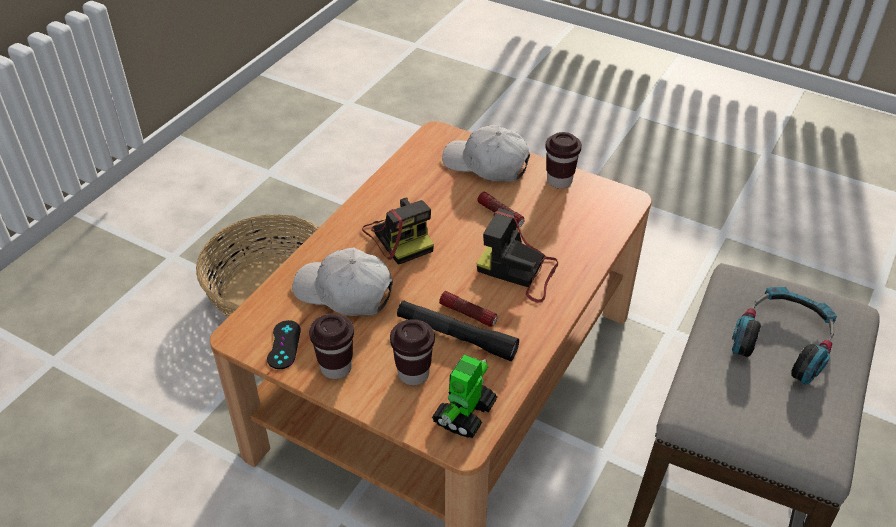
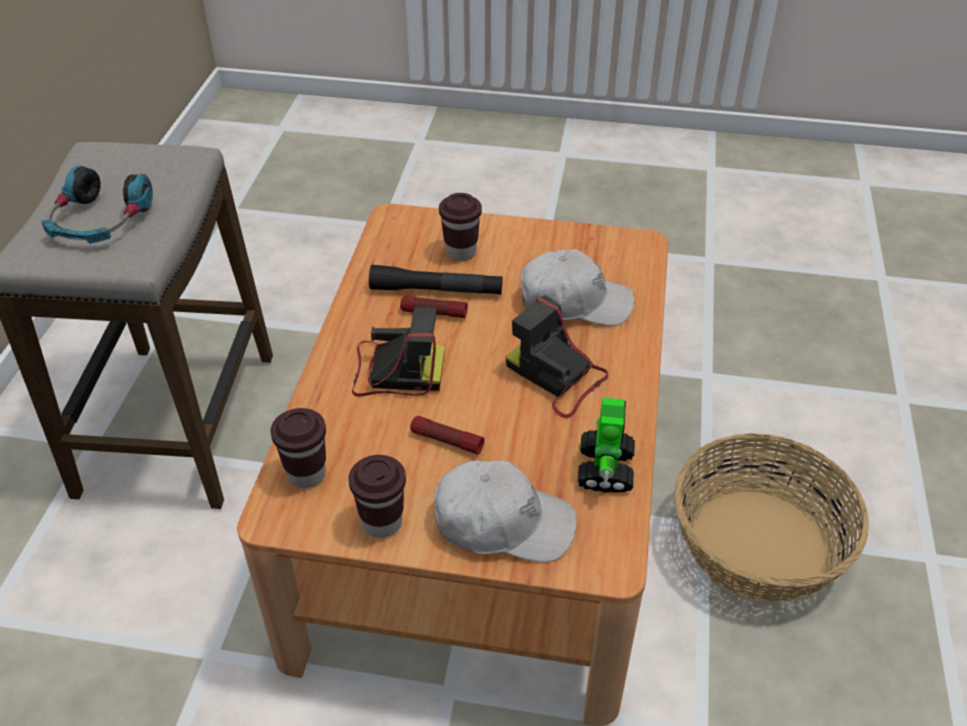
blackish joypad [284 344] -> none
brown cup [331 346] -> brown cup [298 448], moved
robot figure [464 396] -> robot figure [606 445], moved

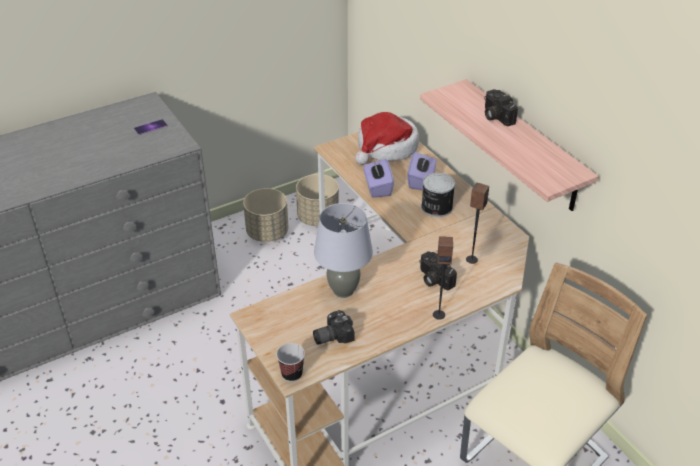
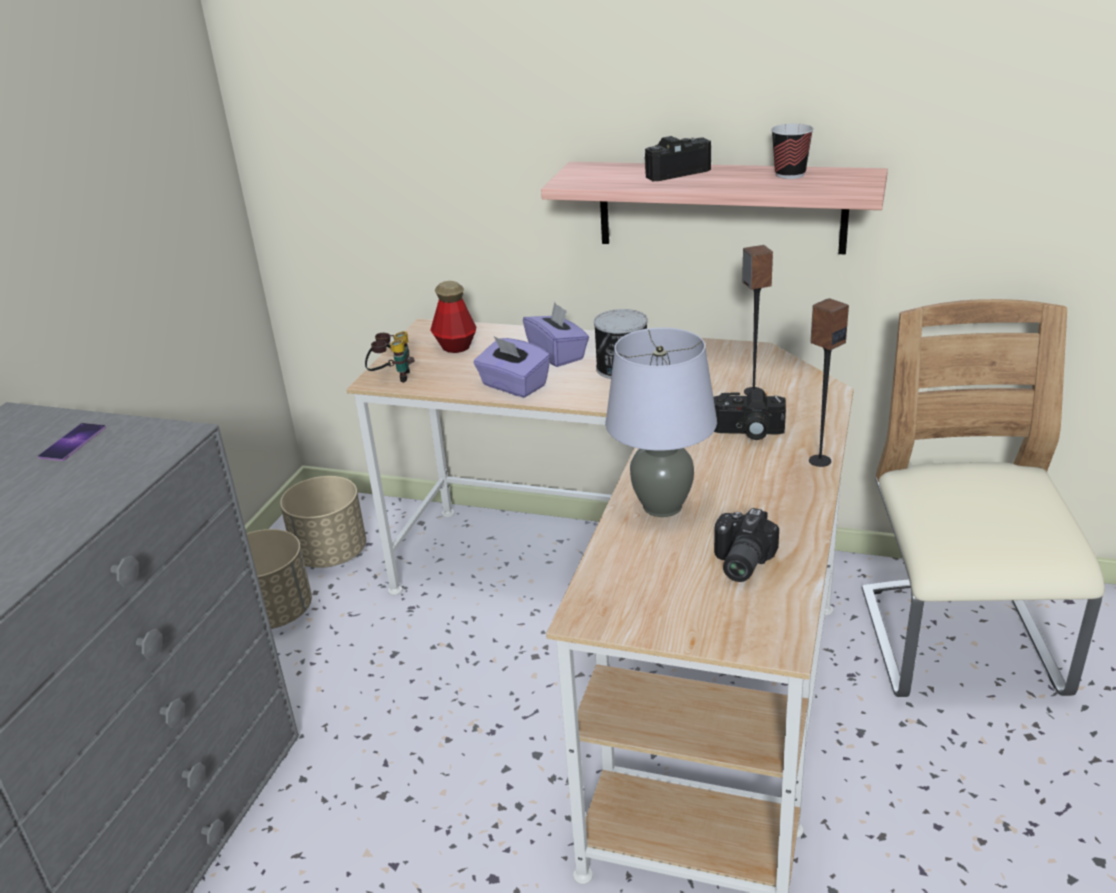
cup [290 362] -> cup [792 151], moved
hat [387 138] -> drink bottle [453 317]
photo camera [501 107] -> photo camera [678 158], 135 degrees clockwise
none -> pair of binoculars [390 357]

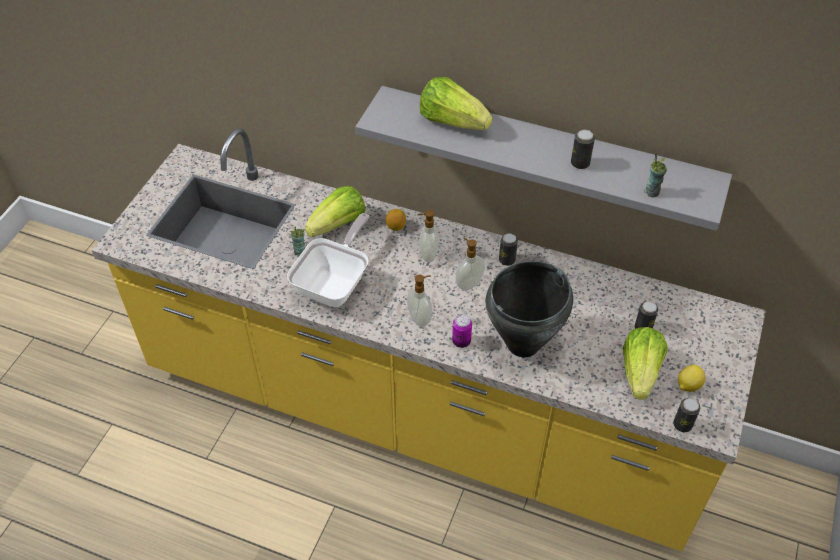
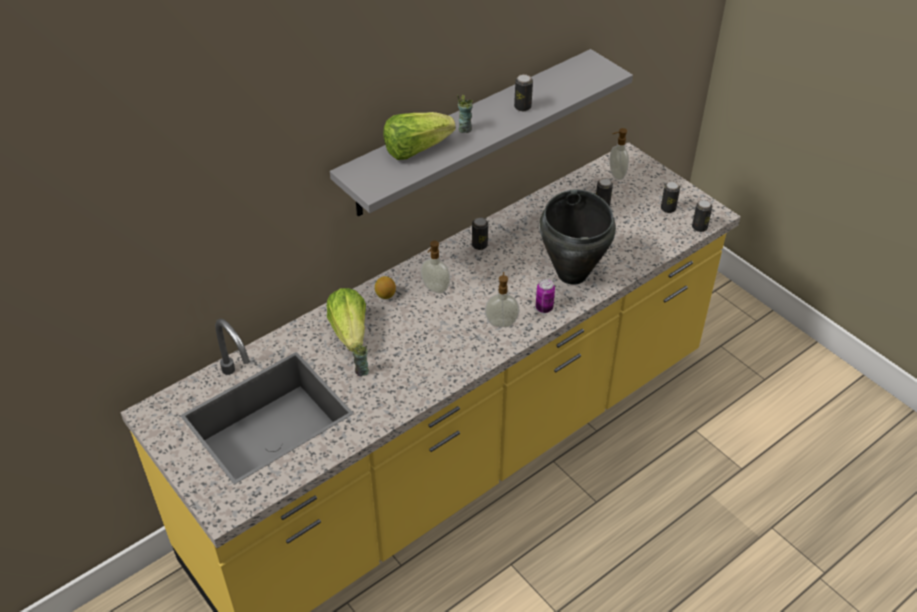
pan [328 260] -> none
liquid soap bottle [470 264] -> liquid soap bottle [619 154], moved
lettuce [645 363] -> none
cup [655 175] -> cup [465 113], moved
whole lemon [691 378] -> sealed can [670 197]

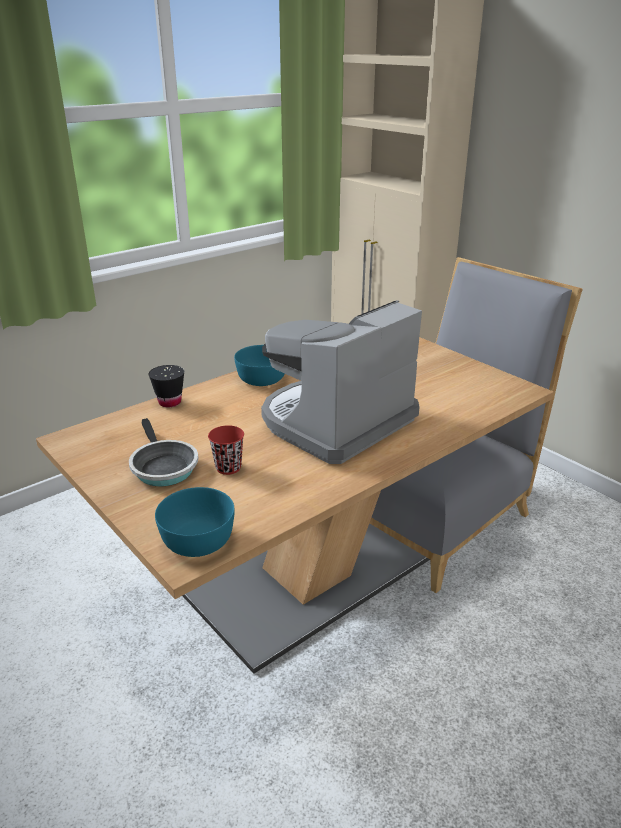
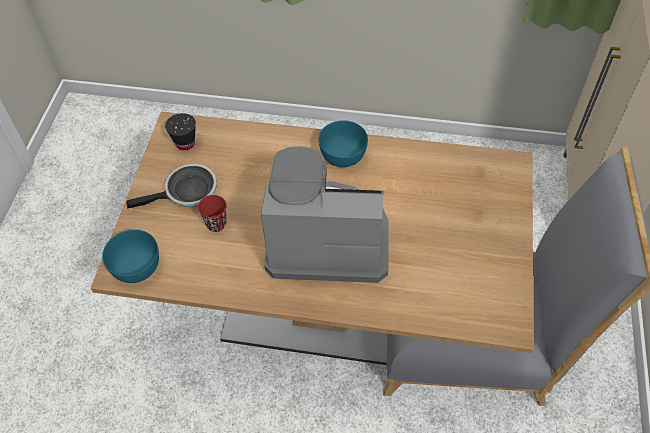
pan [163 452] -> pan [171 186], 135 degrees counterclockwise
blackish cup [166 386] -> blackish cup [180 132], moved

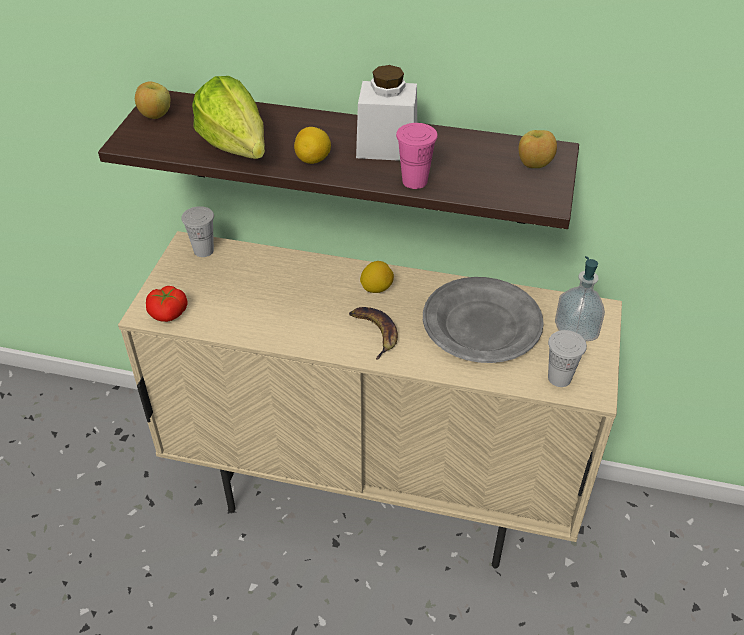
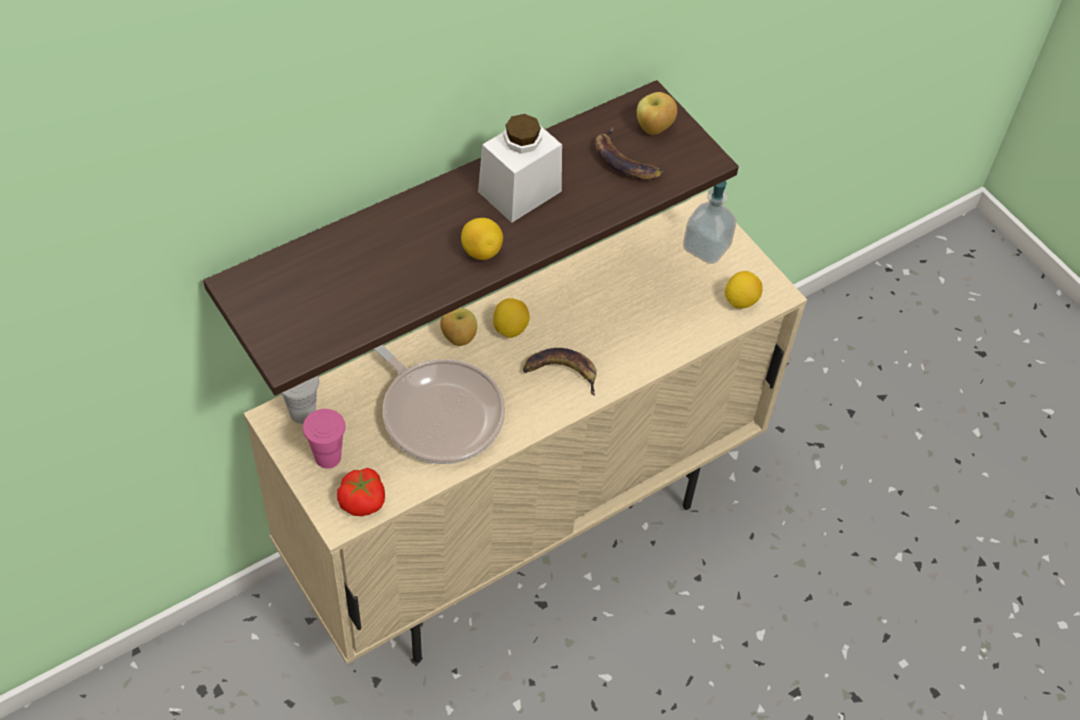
apple [153 100] -> apple [458 327], moved
lettuce [228 117] -> none
pink-coloured cup [417 156] -> pink-coloured cup [324 438], moved
gray plate [483 320] -> none
white-coloured cup [567 358] -> whole lemon [744 290]
none -> pan [439 404]
none -> banana fruit [629 153]

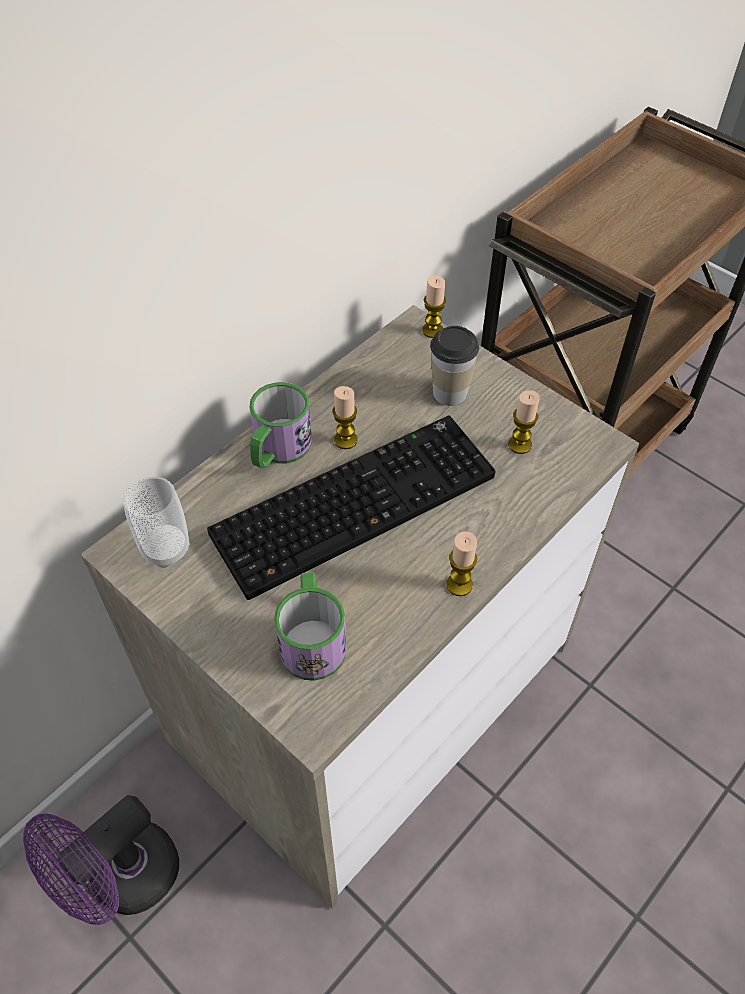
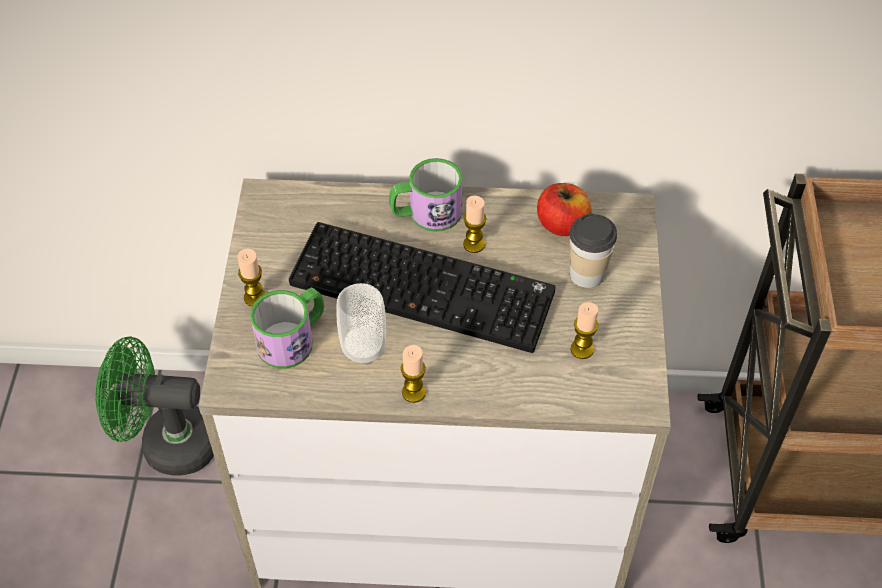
purplish fan [101 860] -> green fan [154 406]
cup [156 522] -> cup [361 324], moved
wax candle [434 306] -> wax candle [251 277], moved
none -> apple [564 209]

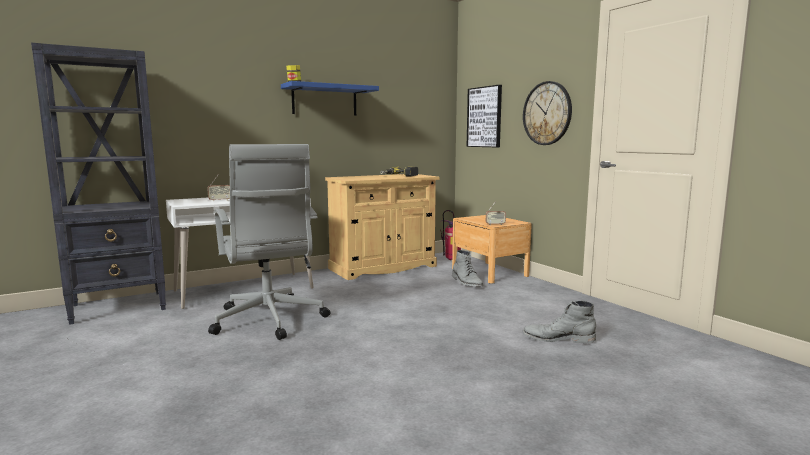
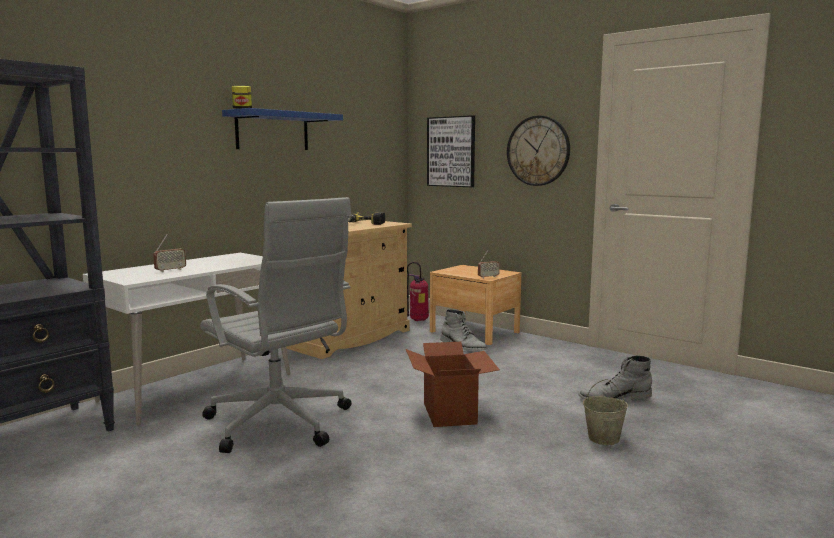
none -> carton [453 384]
none -> beige water bucket [605 412]

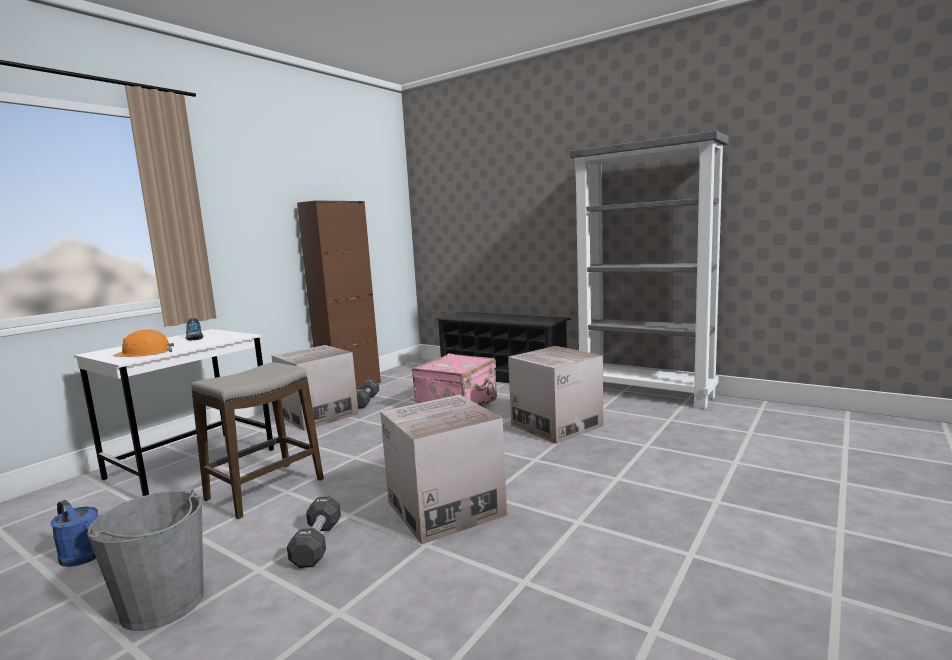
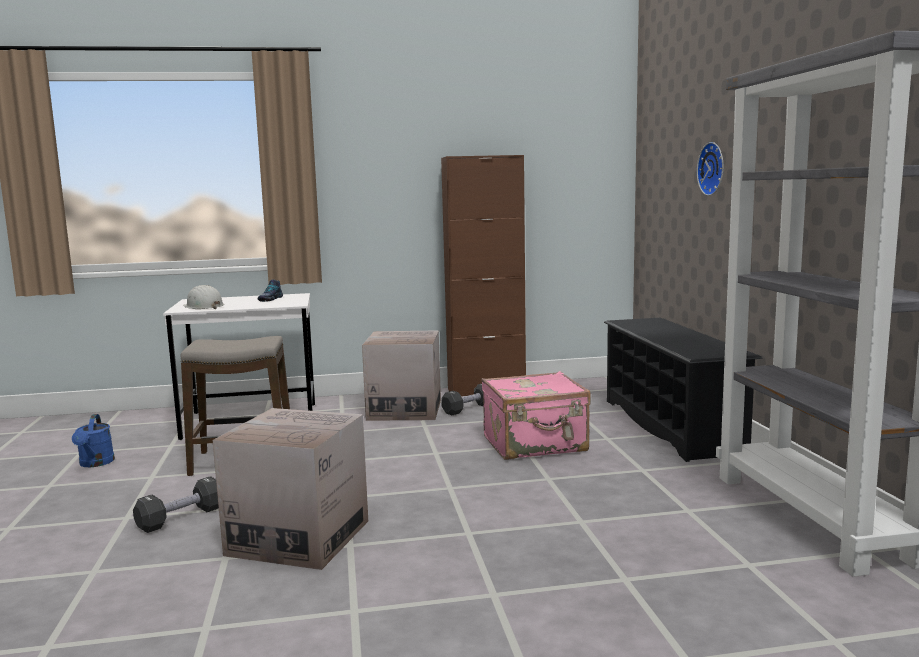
gray water bucket [145 560] -> none
orange-coloured hard hat [143 343] -> white-coloured hard hat [203 297]
carton [555 395] -> none
none -> wall clock [710 169]

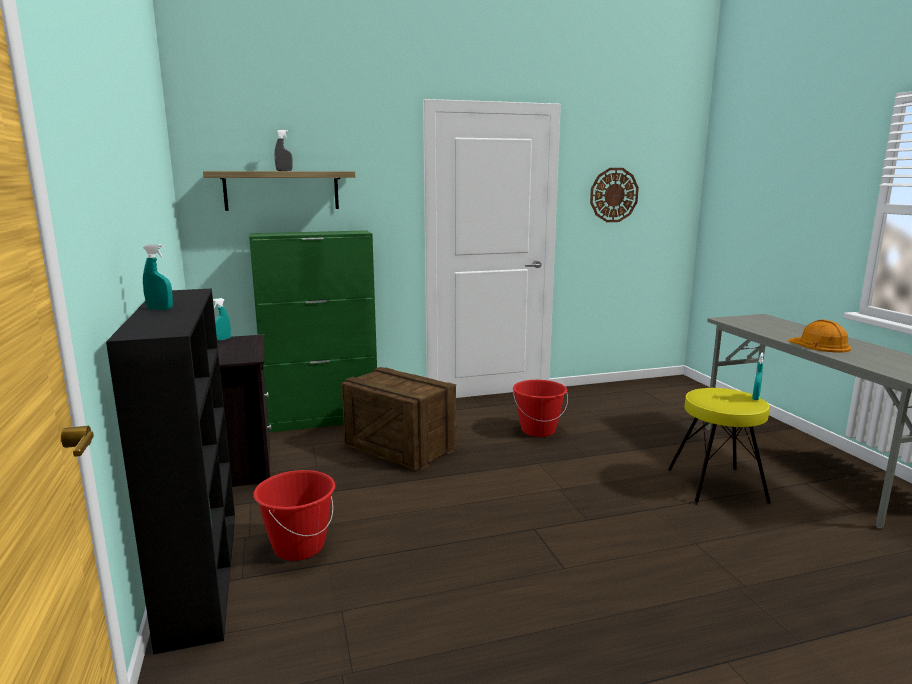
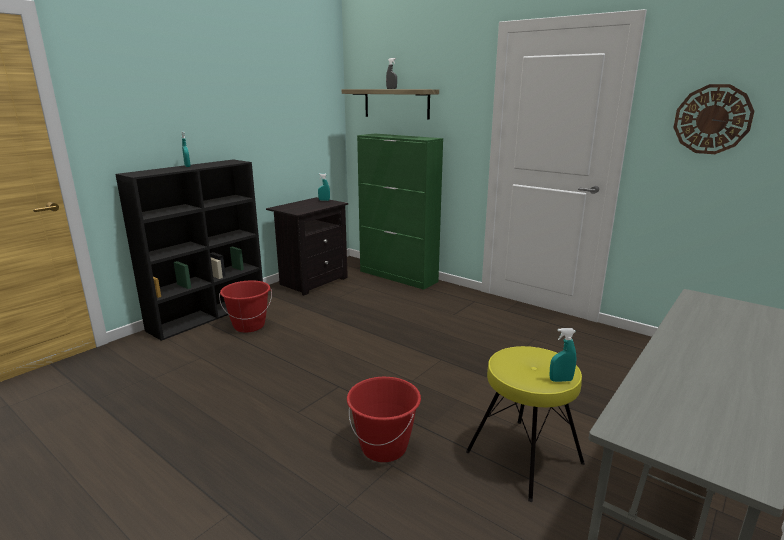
crate [398 418] -> none
red water bucket [540 408] -> red water bucket [384 419], moved
orange-coloured hard hat [819 336] -> none

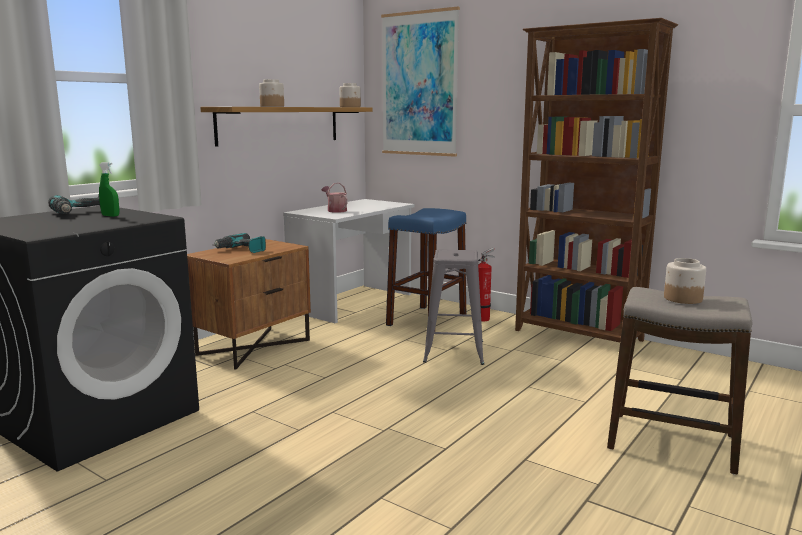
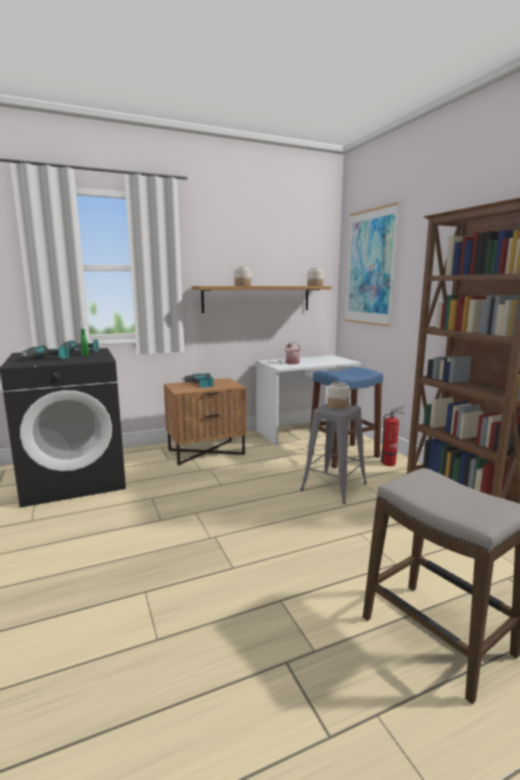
storage jar [685 281] -> storage jar [338 395], moved
none -> power drill [45 352]

